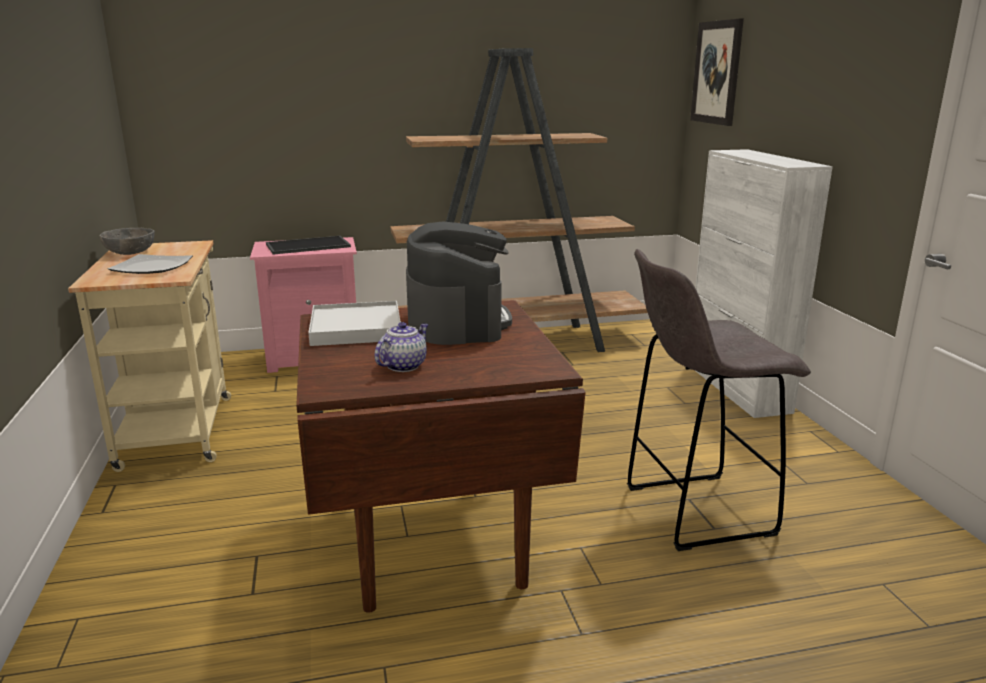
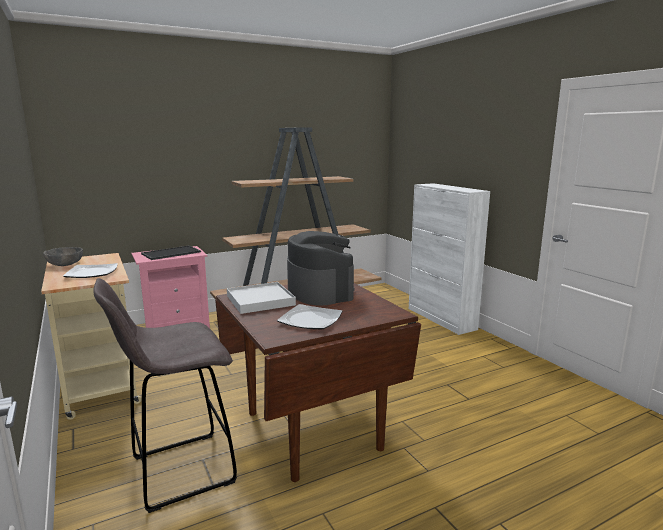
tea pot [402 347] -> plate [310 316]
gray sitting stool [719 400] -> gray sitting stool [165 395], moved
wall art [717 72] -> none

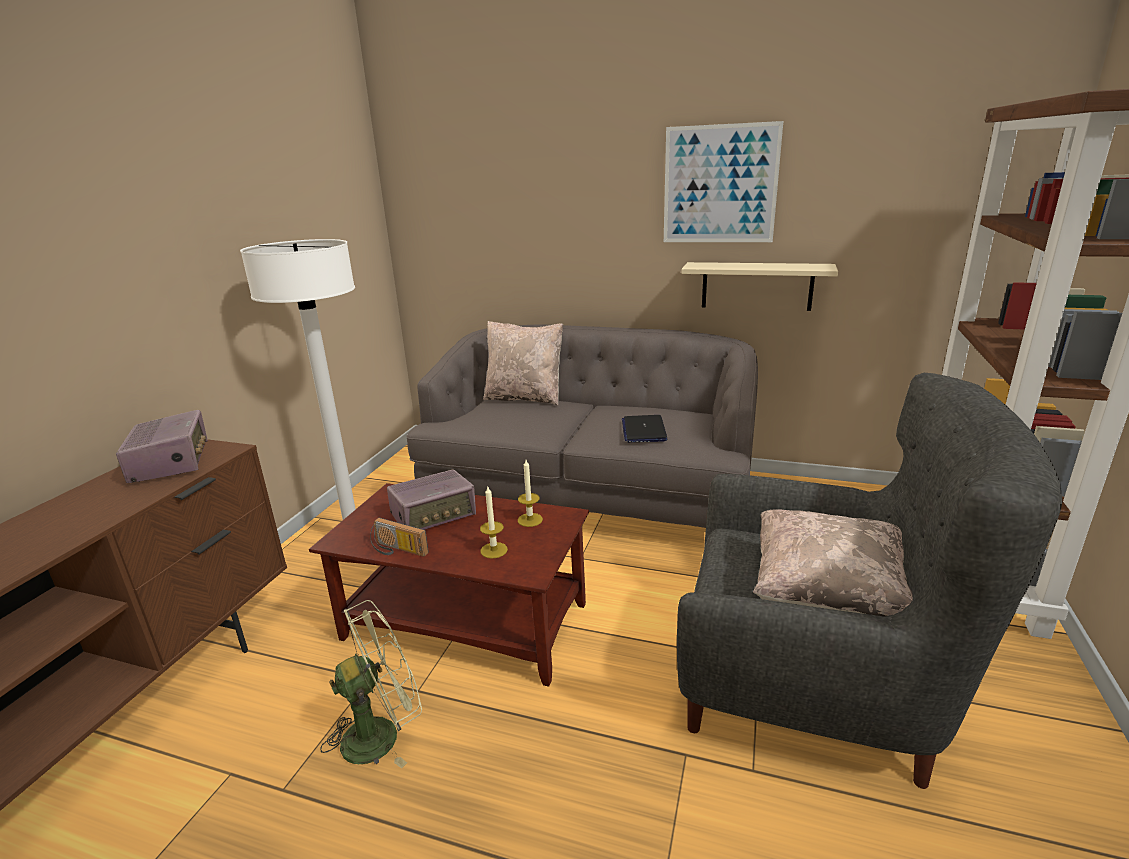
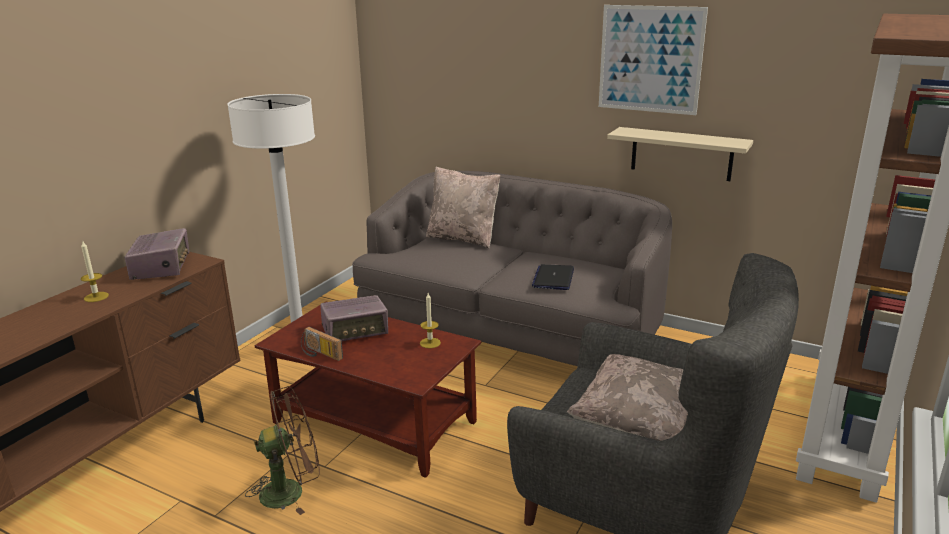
green fan [371 684] -> brown fan [282 450]
wax candle [494 523] -> wax candle [95 271], moved

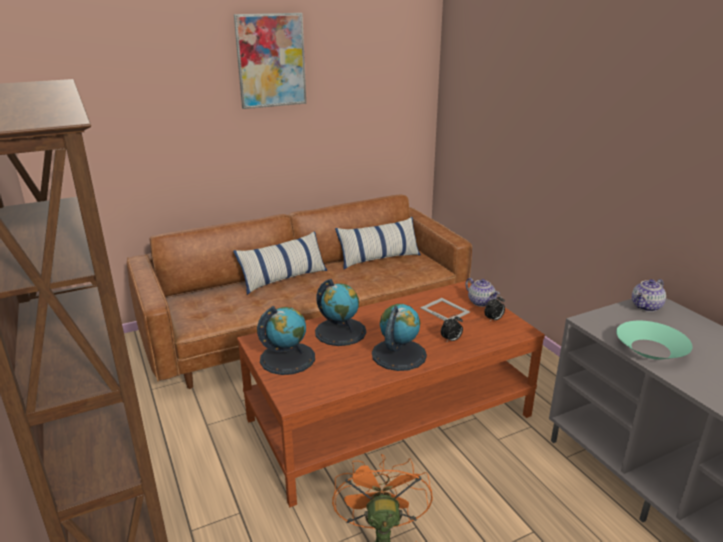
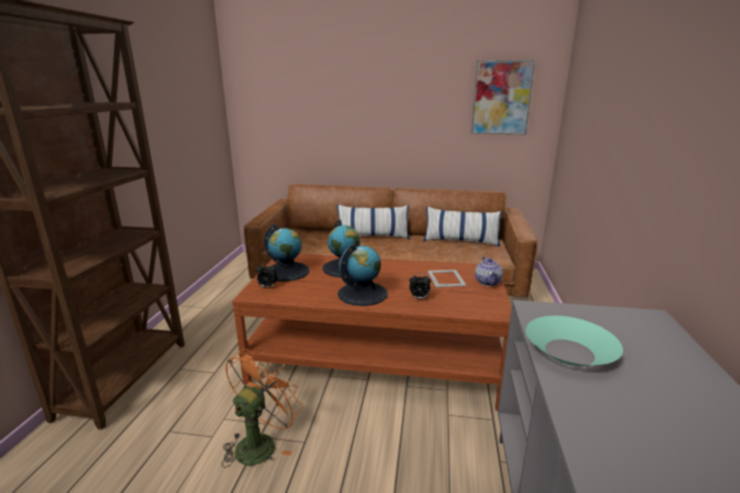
wall art [270 61] -> wall art [503 97], moved
alarm clock [494 308] -> alarm clock [267 275], moved
tea pot [649 295] -> none

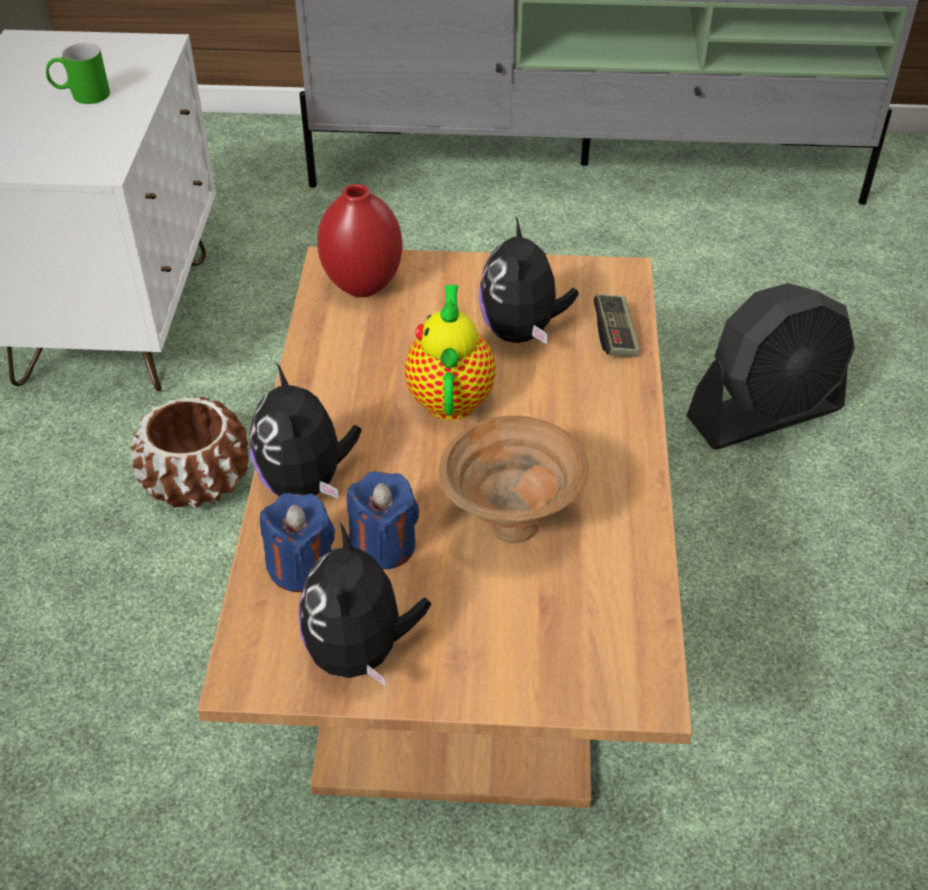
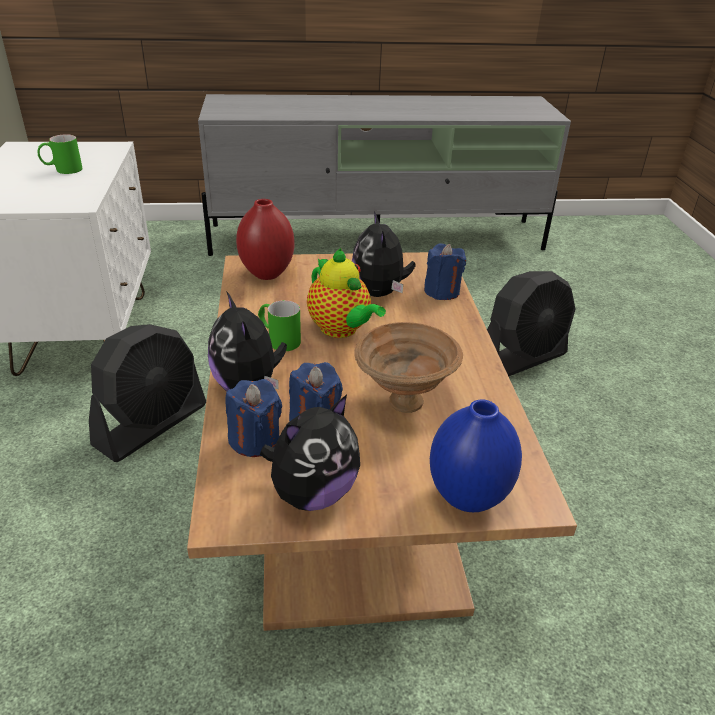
brown plant pot [189 452] -> blackish fan [147 393]
soft toy [365 604] -> soft toy [310 453], 120 degrees counterclockwise
tea pot [450 352] -> tea pot [346 293], 150 degrees clockwise
joypad [617 325] -> blue-coloured wax candle [445 272]
none -> green coffee mug [279 325]
none -> blue-coloured flower vase [476 456]

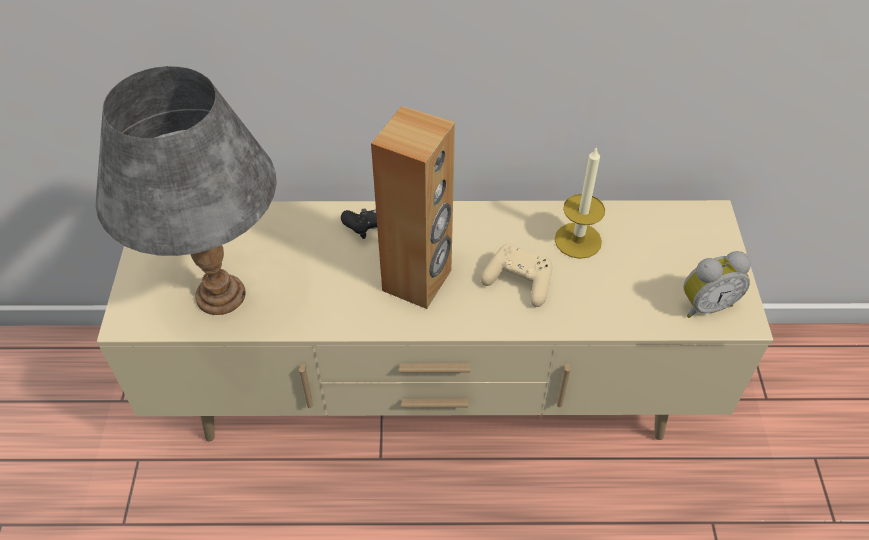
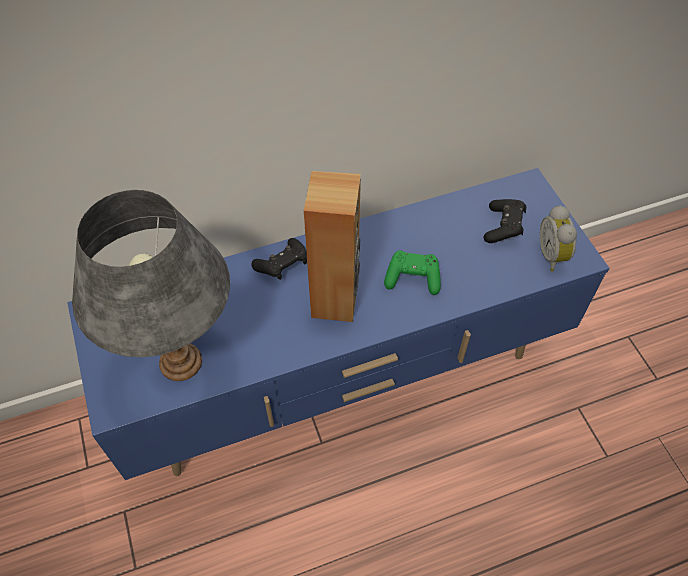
beige media console [435 320] -> blue-coloured media console [338 324]
beige joypad [516 275] -> green joypad [412 272]
wax candle [580 202] -> none
alarm clock [717 284] -> alarm clock [558 238], 120 degrees clockwise
none -> blackish joypad [504 221]

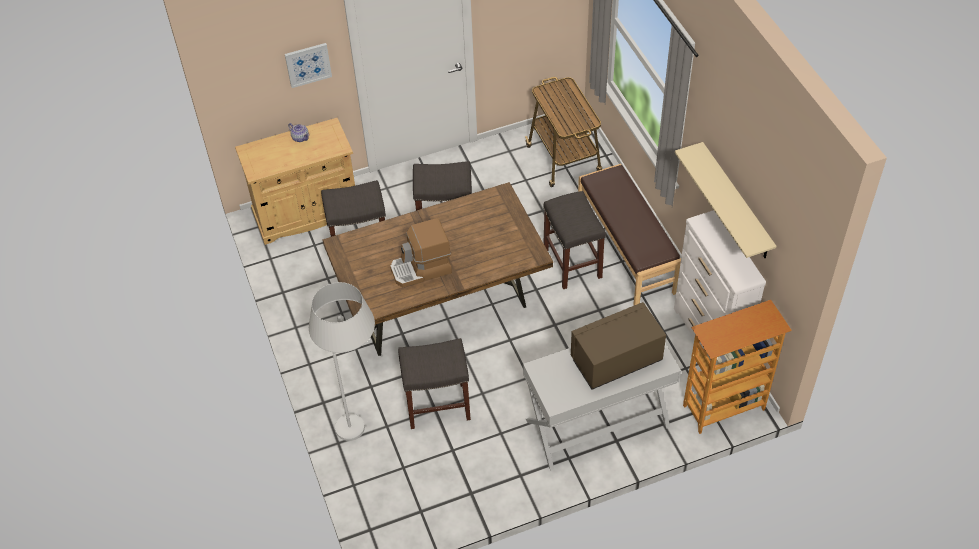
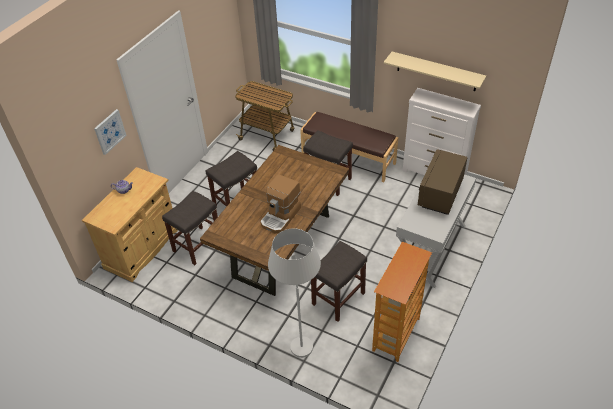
bookcase [737 367] -> bookcase [402 302], moved

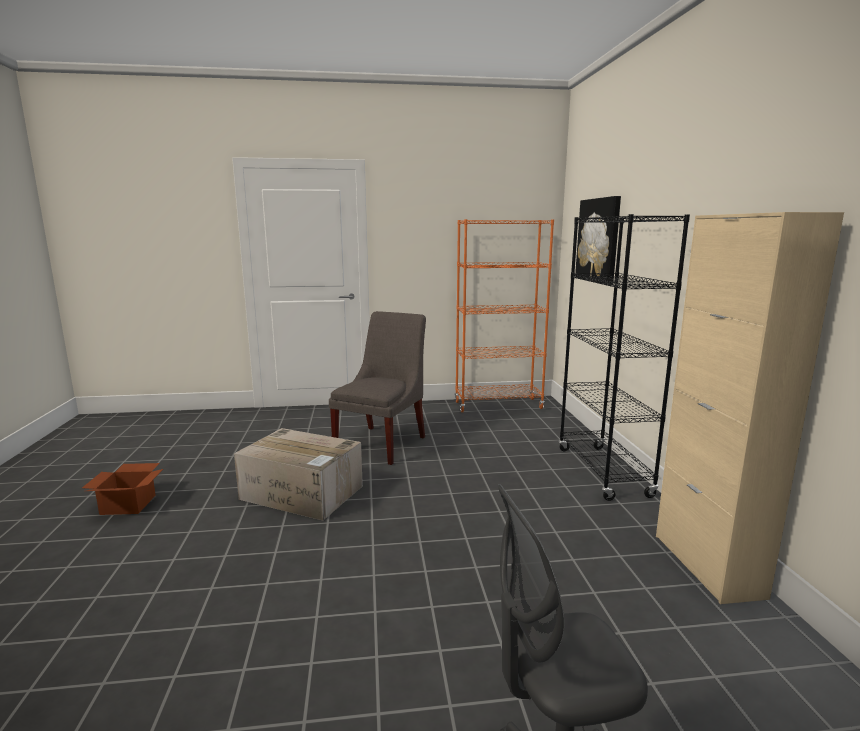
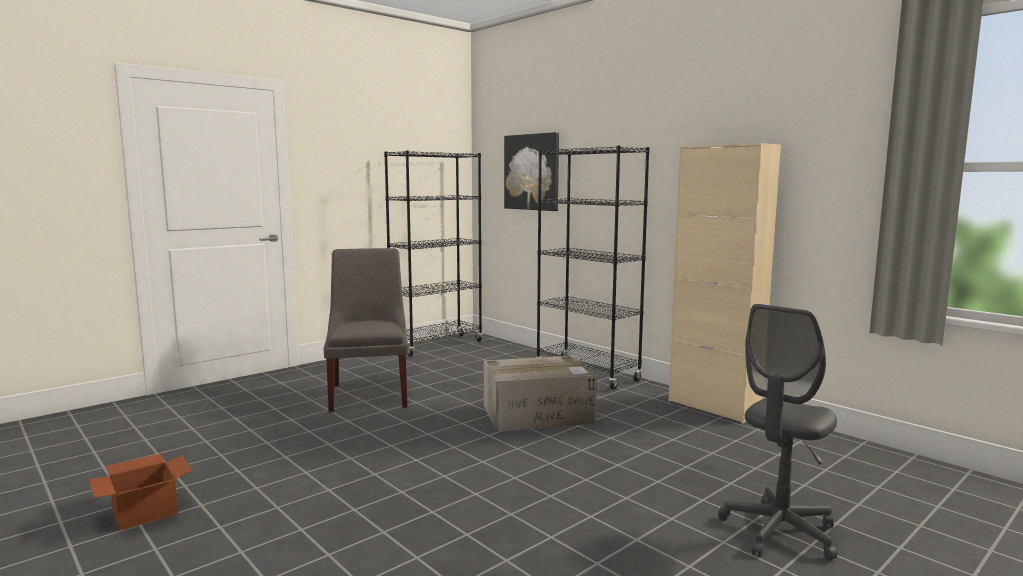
carton [298 474] -> carton [540 393], moved
orange-coloured bookcase [504 315] -> blackish bookcase [433 253]

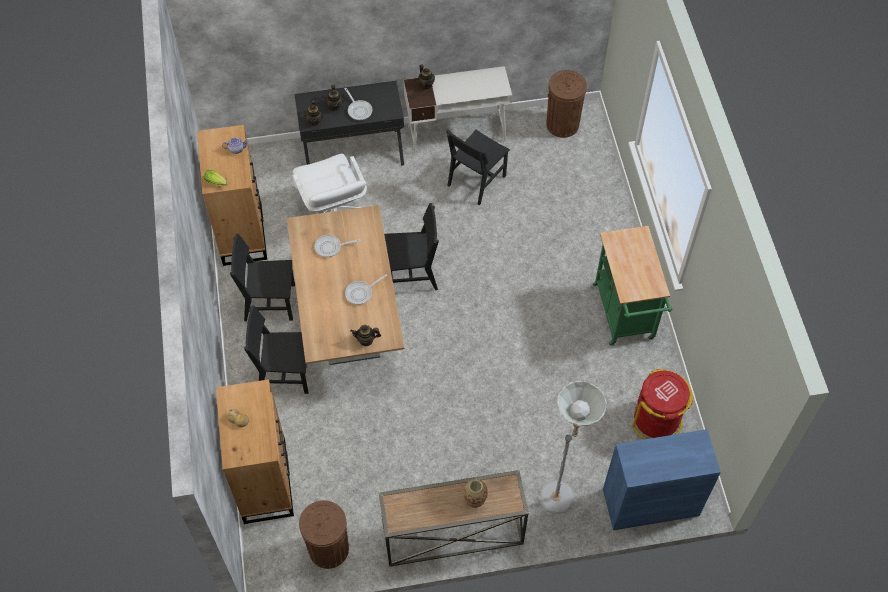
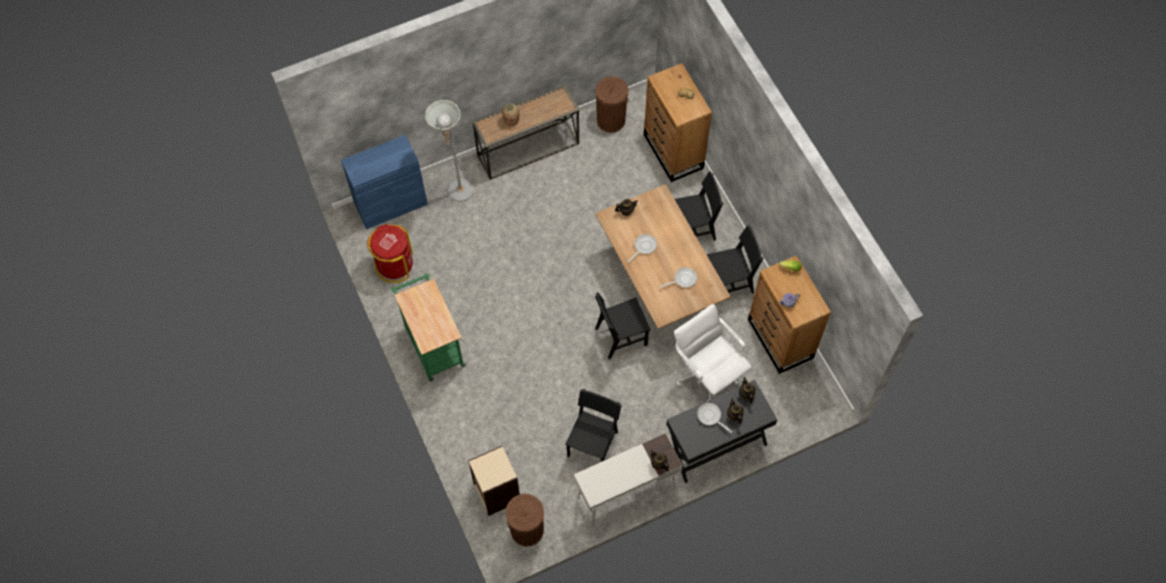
none -> beige bookcase [494 481]

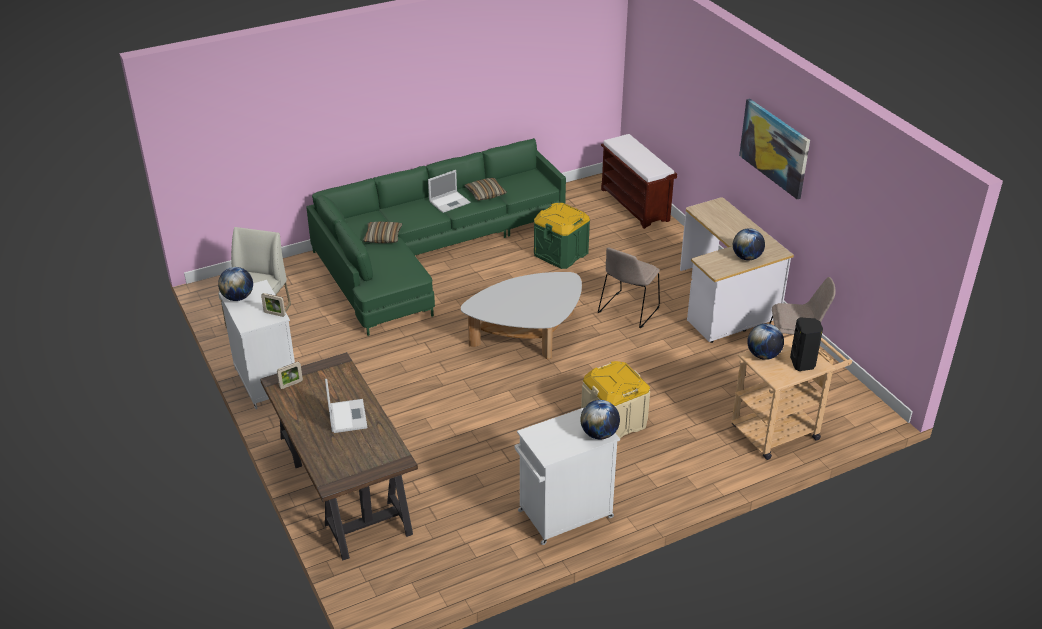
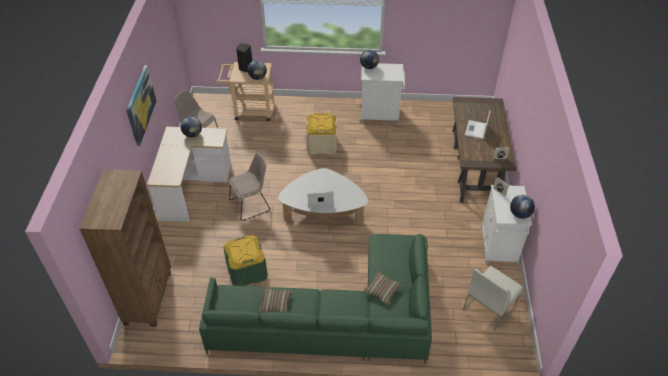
laptop [449 191] -> laptop [320 198], moved
brown indoor bench [639 181] -> brown bookcase [125 248]

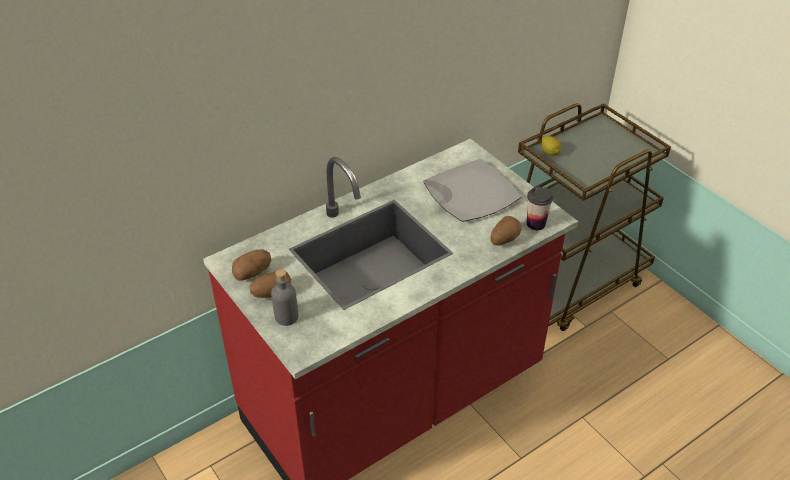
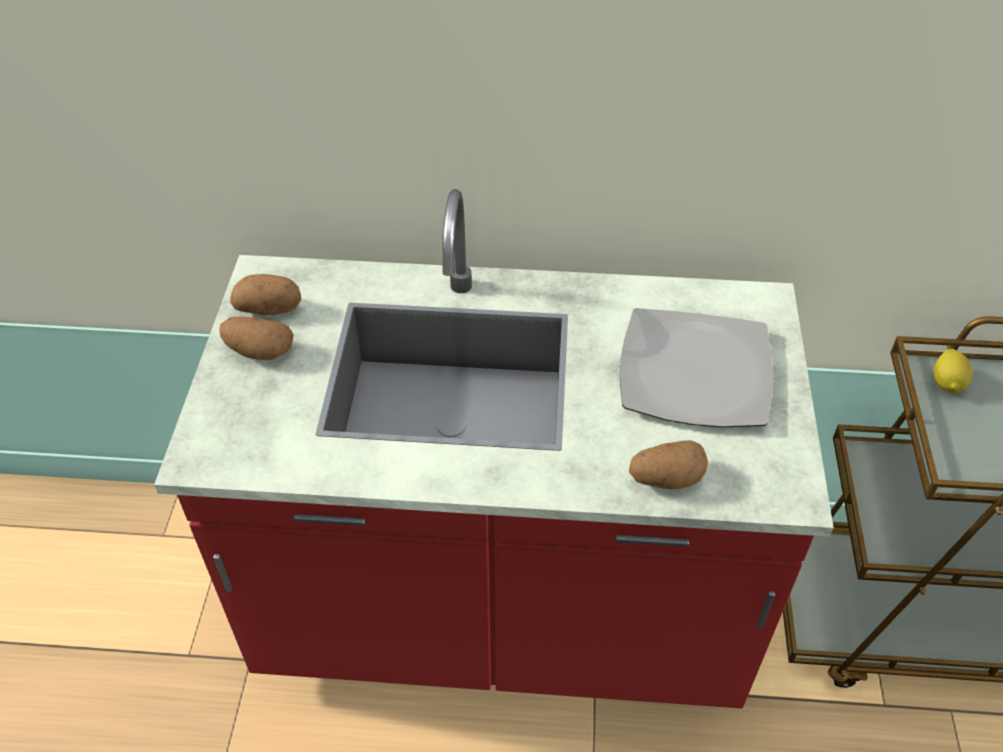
gray drink bottle [284 297] -> none
cup [540 208] -> none

